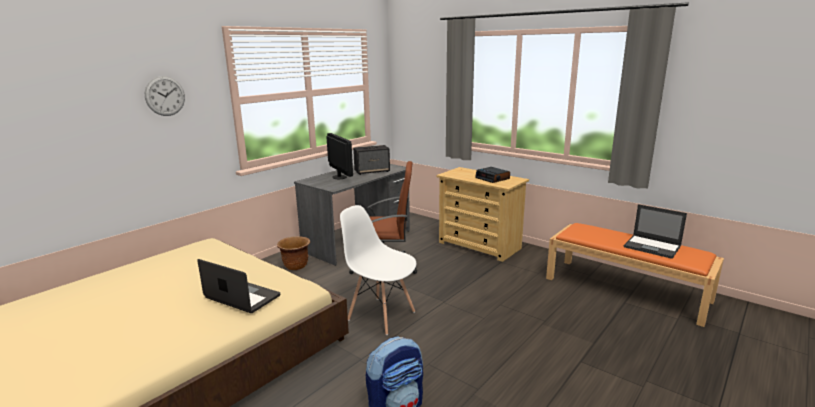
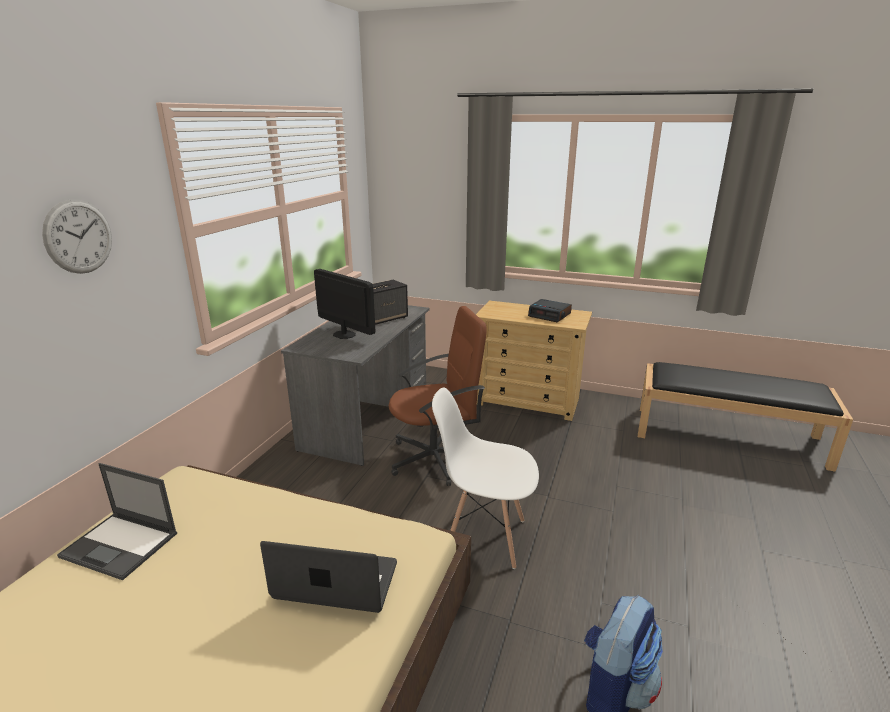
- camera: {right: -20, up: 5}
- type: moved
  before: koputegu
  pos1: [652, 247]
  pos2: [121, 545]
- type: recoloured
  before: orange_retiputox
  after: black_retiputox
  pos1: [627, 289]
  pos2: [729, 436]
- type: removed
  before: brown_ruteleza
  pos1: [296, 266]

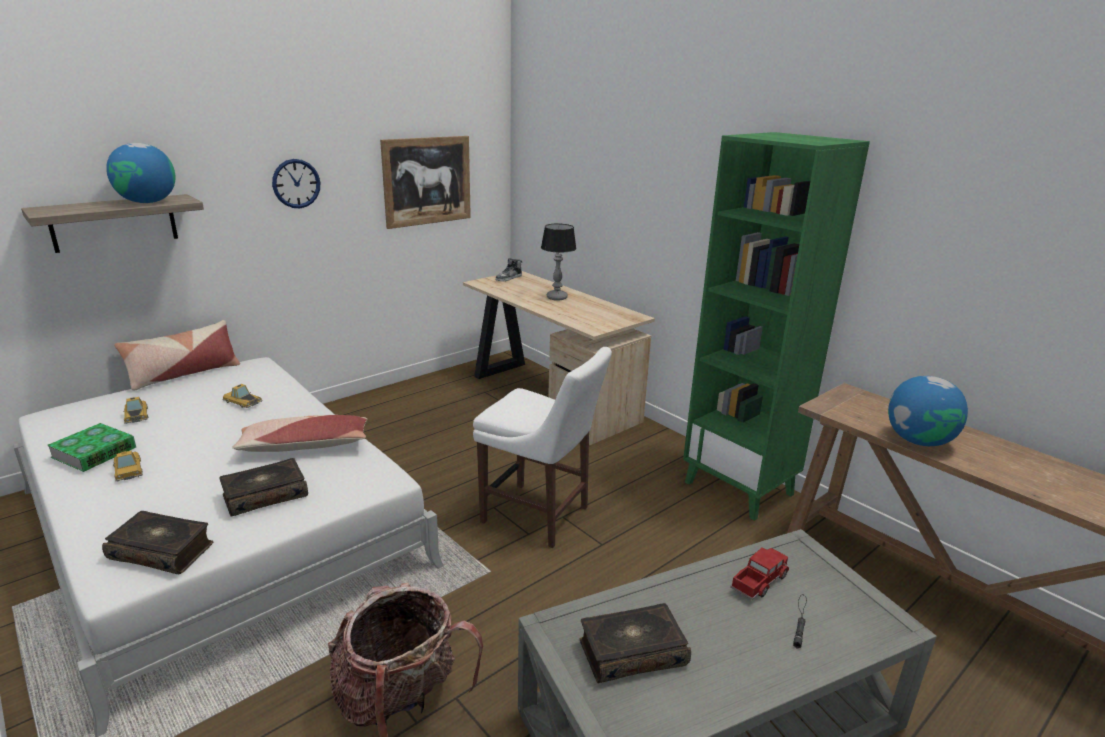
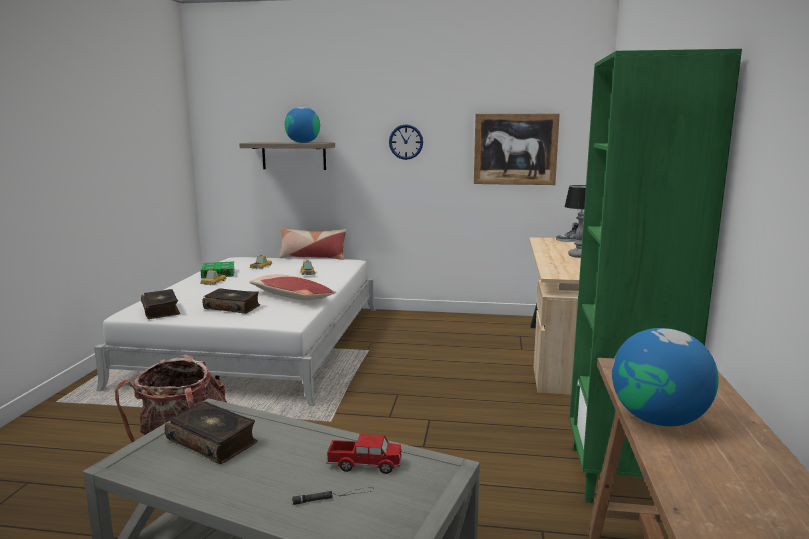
- camera: {right: 50, up: -10}
- type: removed
  before: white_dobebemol
  pos1: [539, 516]

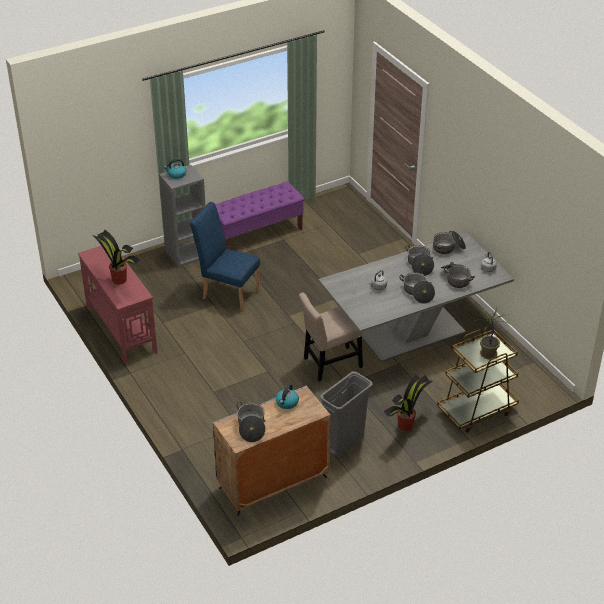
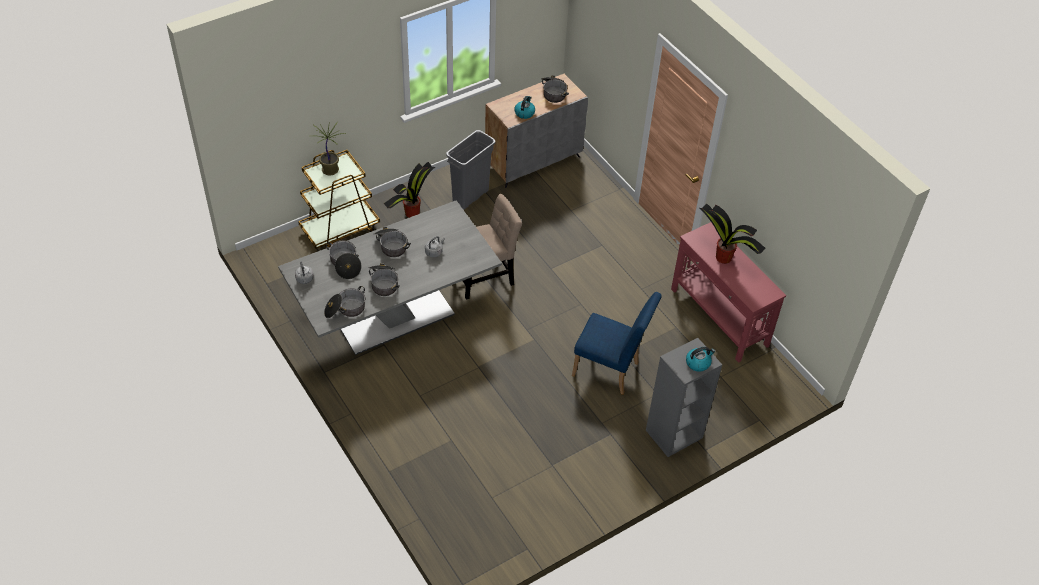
- camera: {right: 175, up: 10}
- type: removed
  before: purple_retiputox
  pos1: [257, 234]

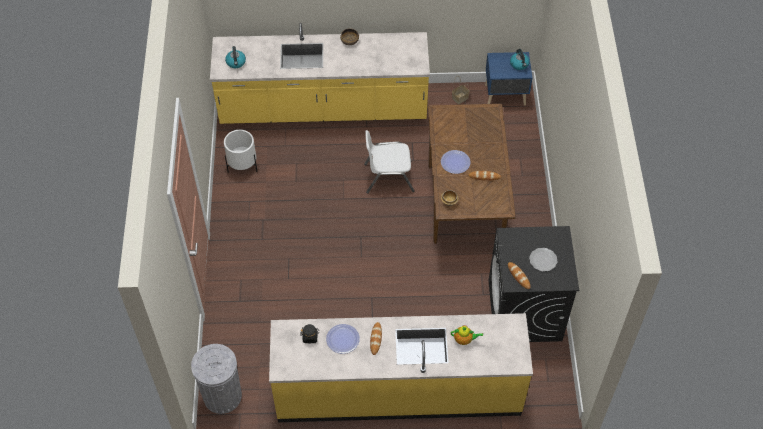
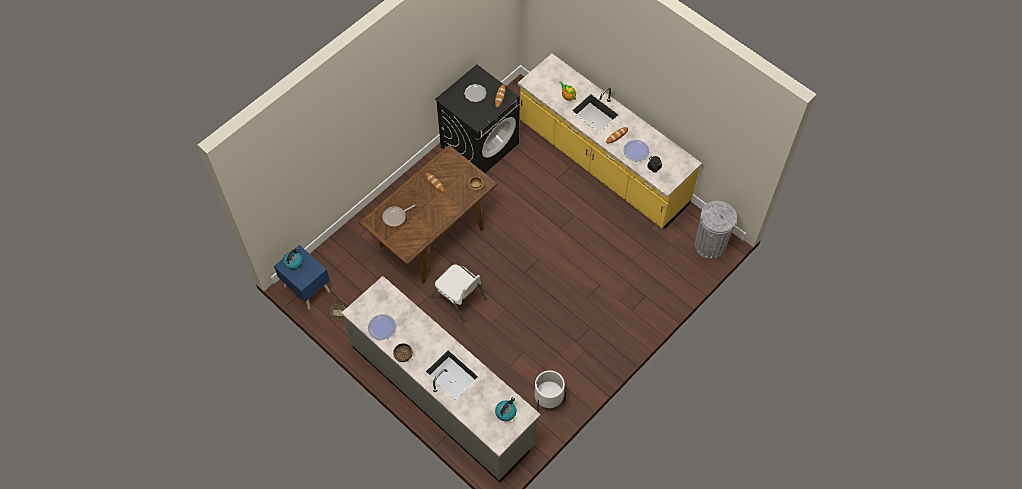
- camera: {right: -135, up: 5}
- type: recoloured
  before: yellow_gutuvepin
  after: grey_gutuvepin
  pos1: [323, 109]
  pos2: [443, 394]
- type: moved
  before: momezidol
  pos1: [455, 162]
  pos2: [382, 327]
- type: added
  after: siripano
  pos2: [395, 217]

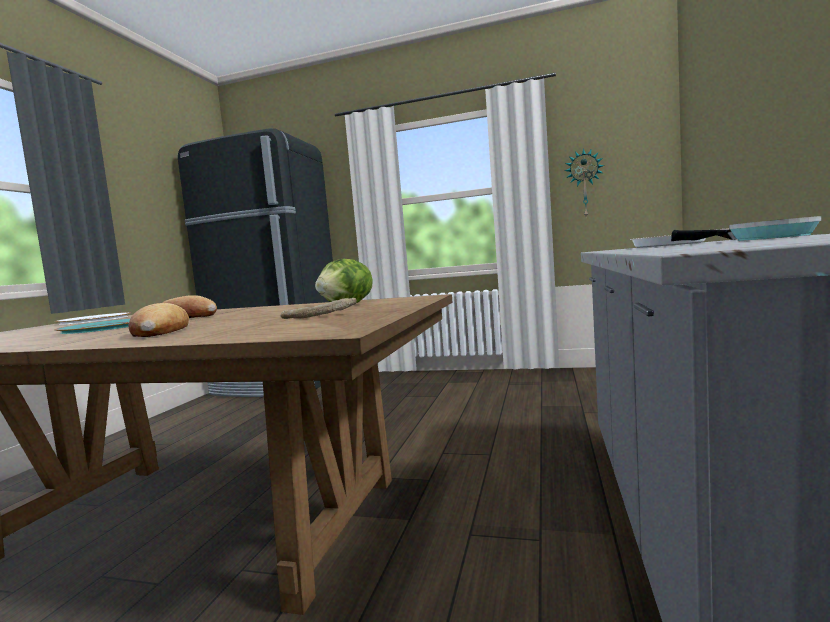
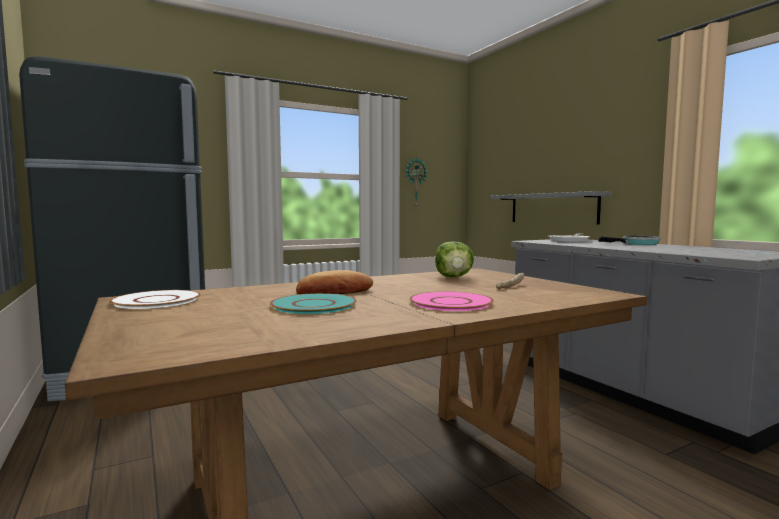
- camera: {right: -45, up: 0}
- type: replaced
  before: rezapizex
  after: pink_momezidol
  pos1: [159, 331]
  pos2: [451, 303]
- type: added
  after: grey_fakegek
  pos2: [552, 208]

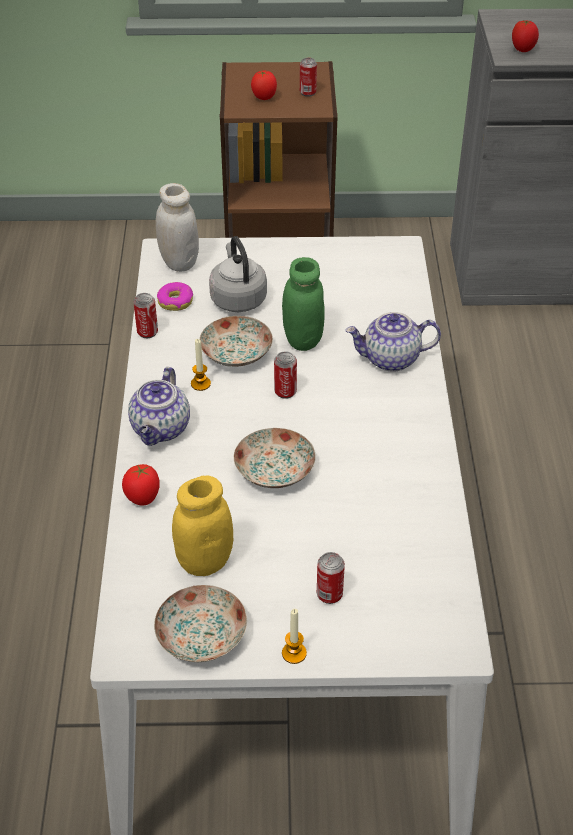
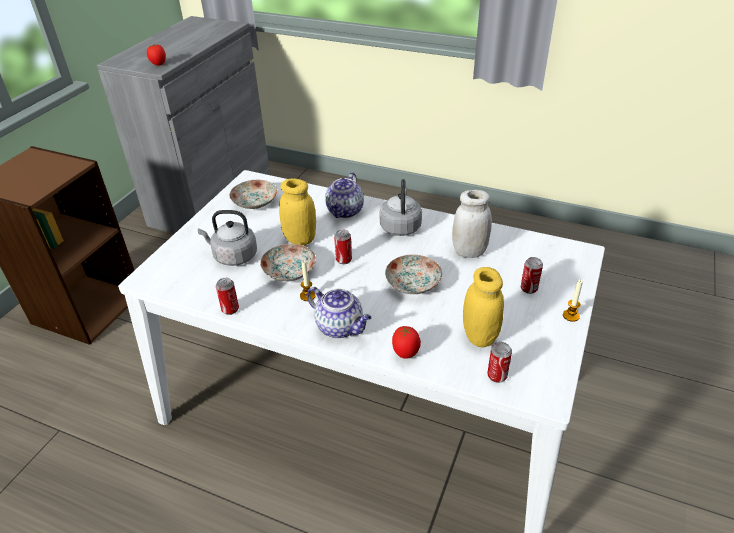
- camera: {right: -65, up: -5}
- type: moved
  before: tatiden
  pos1: [307, 92]
  pos2: [497, 375]
- type: removed
  before: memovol
  pos1: [264, 98]
- type: moved
  before: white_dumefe
  pos1: [179, 262]
  pos2: [469, 252]
- type: recoloured
  before: green_dumefe
  after: yellow_dumefe
  pos1: [303, 340]
  pos2: [300, 239]
- type: removed
  before: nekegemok
  pos1: [175, 301]
- type: moved
  before: momezidol
  pos1: [201, 634]
  pos2: [254, 202]
- type: added
  after: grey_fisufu
  pos2: [400, 226]

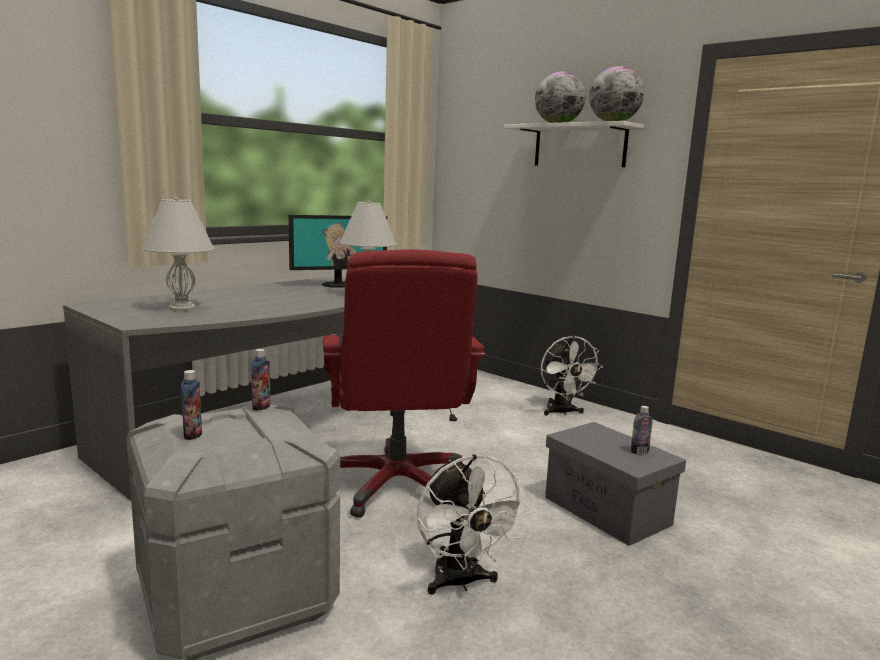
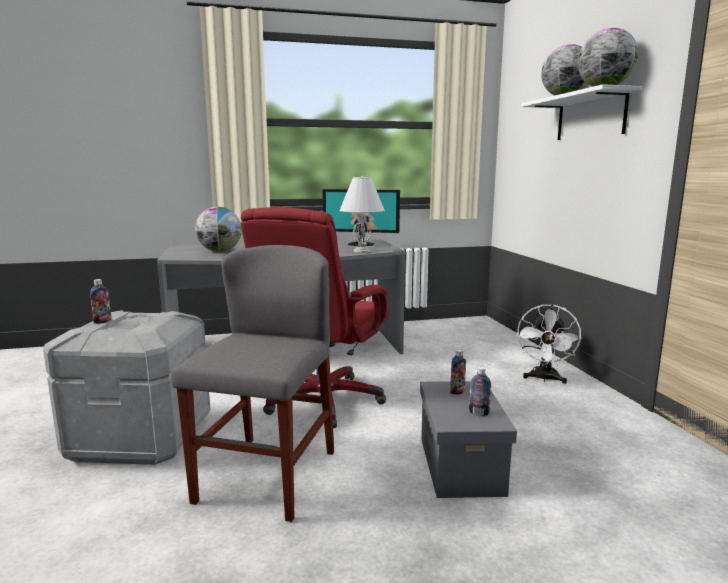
- camera: {right: 35, up: 0}
- type: replaced
  before: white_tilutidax
  after: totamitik
  pos1: [181, 308]
  pos2: [220, 251]
- type: moved
  before: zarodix
  pos1: [261, 407]
  pos2: [457, 392]
- type: replaced
  before: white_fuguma
  after: grey_dobebemol
  pos1: [461, 583]
  pos2: [267, 476]

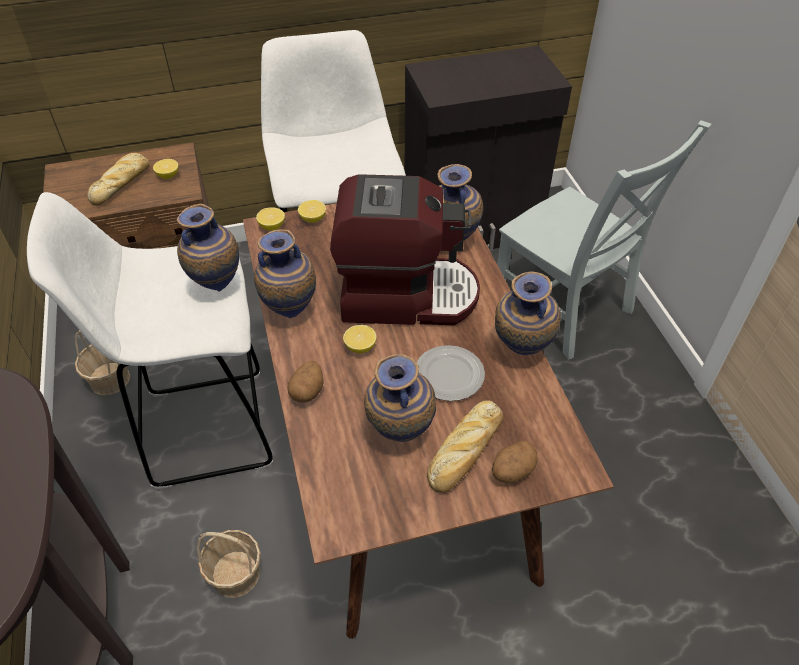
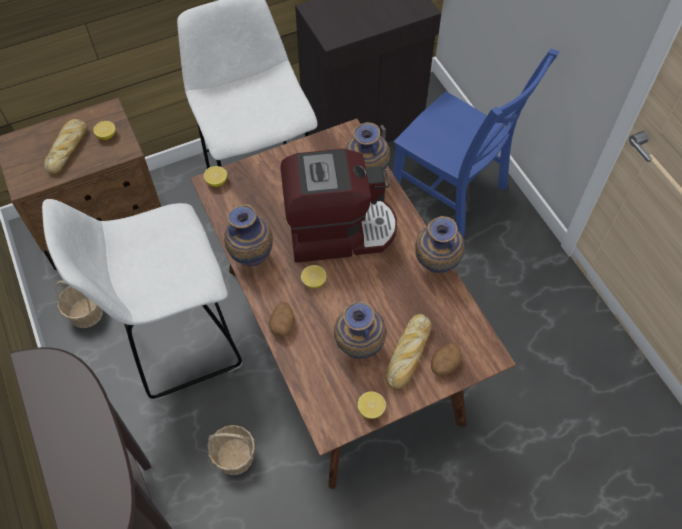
- camera: {right: -10, up: 10}
- type: recoloured
  before: grey_dobebemol
  after: blue_dobebemol
  pos1: [566, 309]
  pos2: [452, 193]
- type: moved
  before: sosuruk
  pos1: [313, 219]
  pos2: [371, 409]
- type: removed
  before: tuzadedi
  pos1: [217, 285]
- type: removed
  before: momezidol
  pos1: [448, 375]

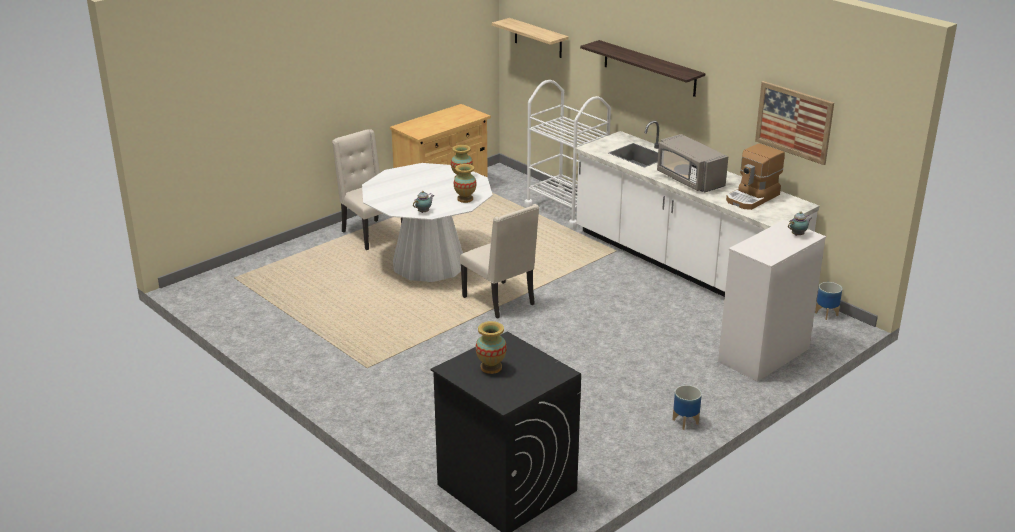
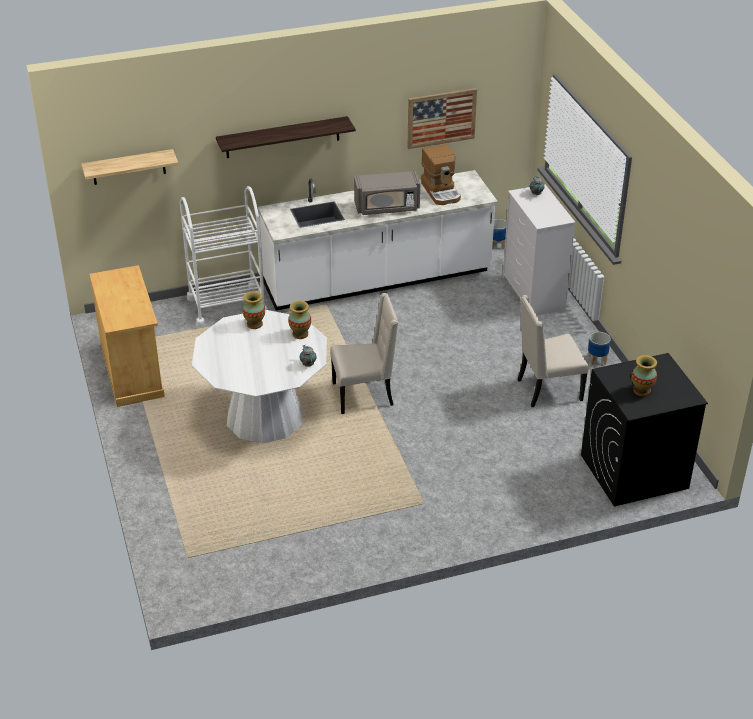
- camera: {right: -65, up: 10}
- type: moved
  before: beige_dobebemol
  pos1: [371, 234]
  pos2: [547, 390]

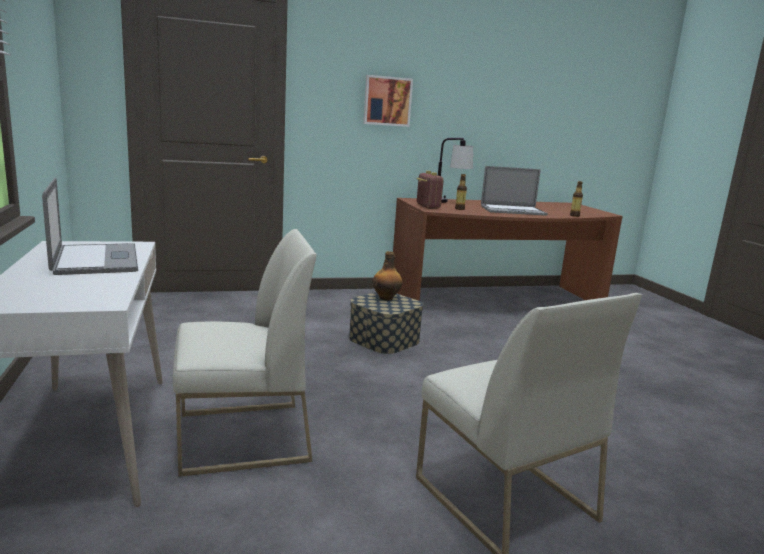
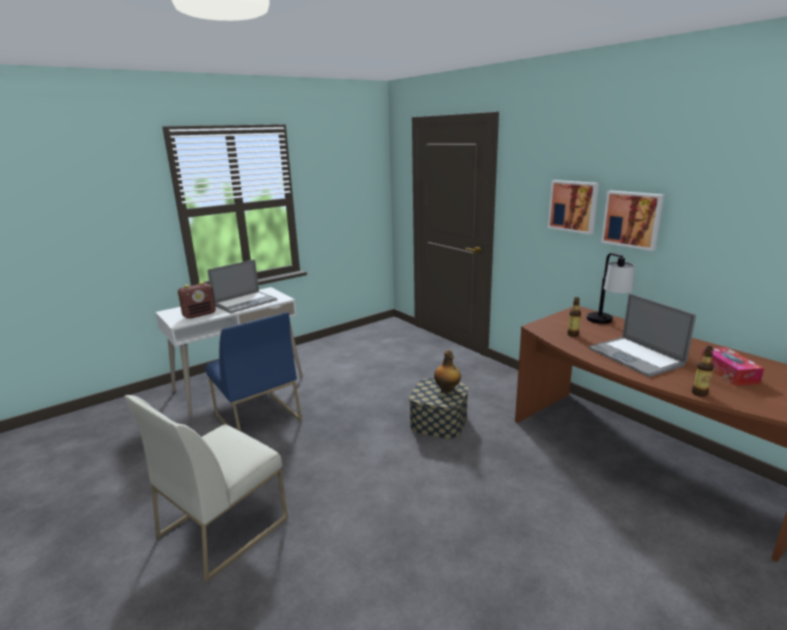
- camera: {right: 70, up: 5}
- type: moved
  before: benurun
  pos1: [427, 206]
  pos2: [199, 314]
- type: recoloured
  before: white_dobebemol
  after: blue_dobebemol
  pos1: [242, 438]
  pos2: [257, 417]
- type: added
  after: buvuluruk
  pos2: [632, 219]
- type: added
  after: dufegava
  pos2: [728, 373]

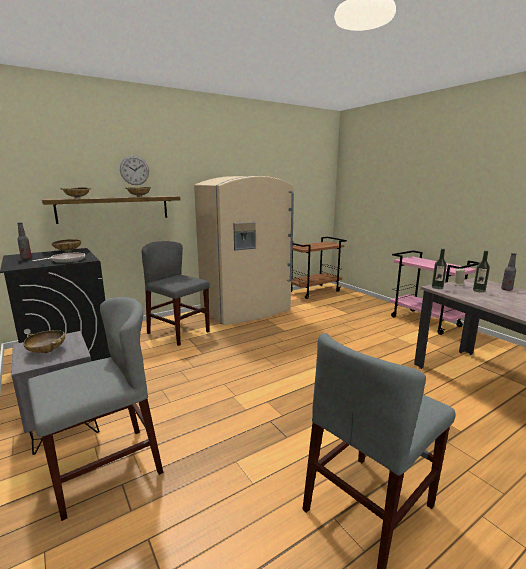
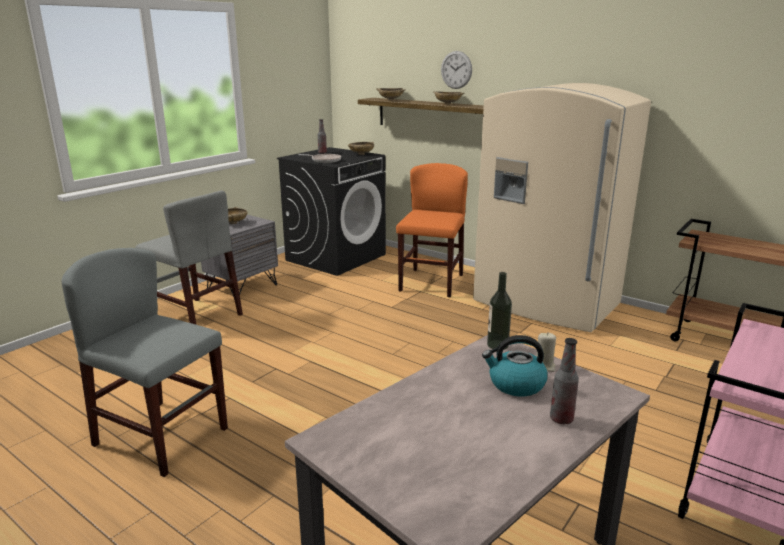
- camera: {right: 70, up: 5}
- type: recoloured
  before: grey_dobebemol
  after: orange_dobebemol
  pos1: [178, 332]
  pos2: [431, 283]
- type: replaced
  before: zarodix
  after: fisufu
  pos1: [479, 290]
  pos2: [515, 384]

